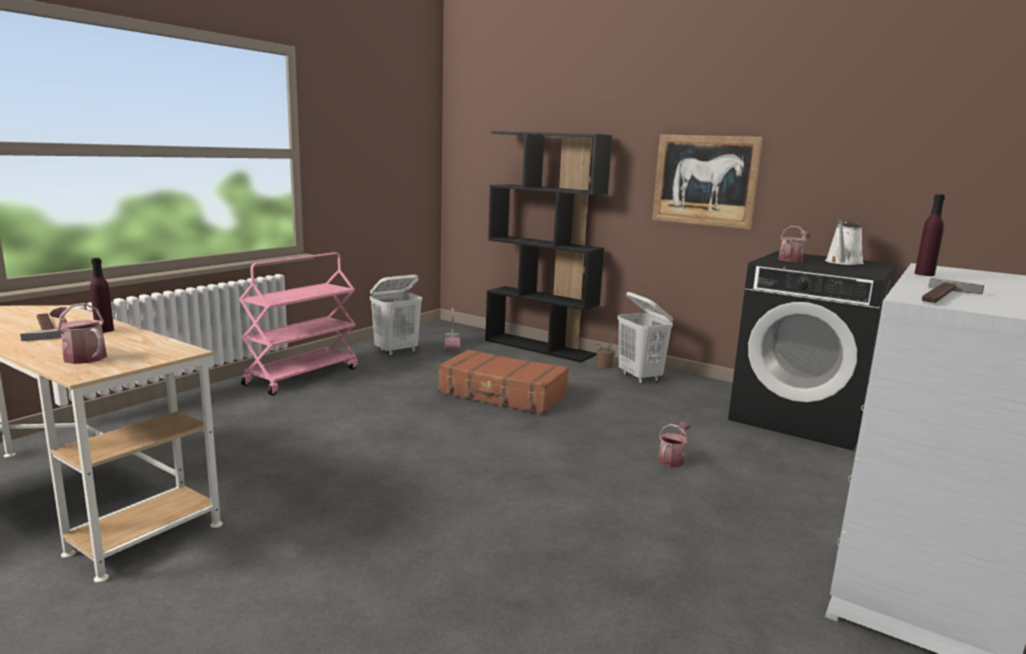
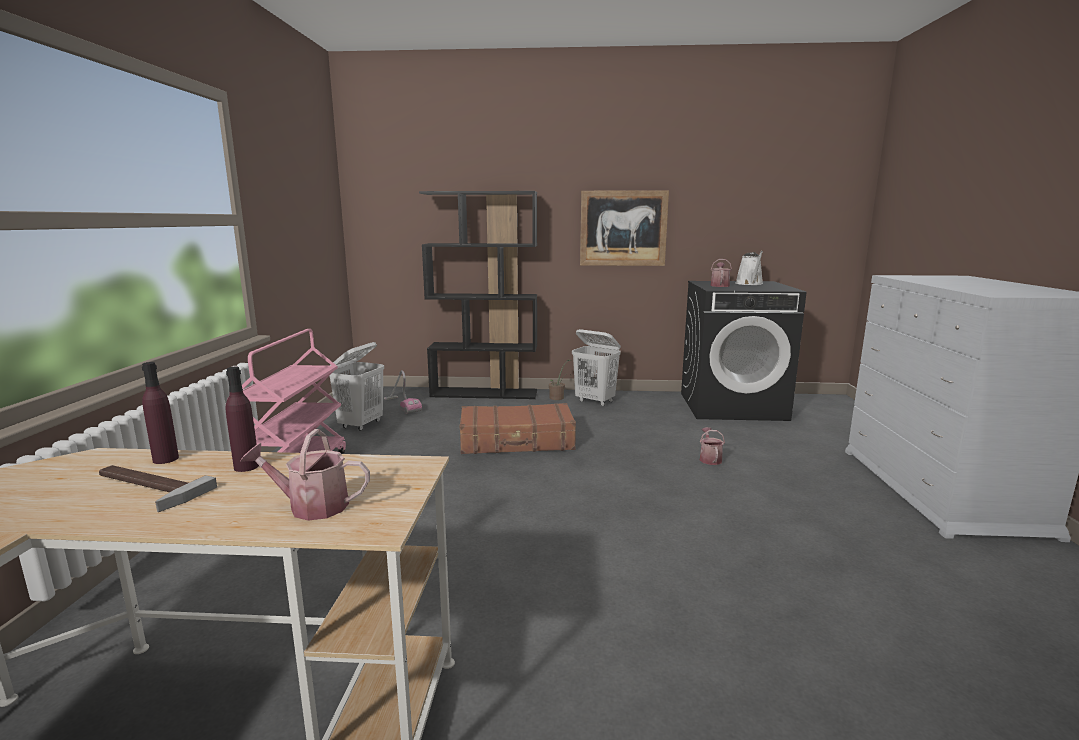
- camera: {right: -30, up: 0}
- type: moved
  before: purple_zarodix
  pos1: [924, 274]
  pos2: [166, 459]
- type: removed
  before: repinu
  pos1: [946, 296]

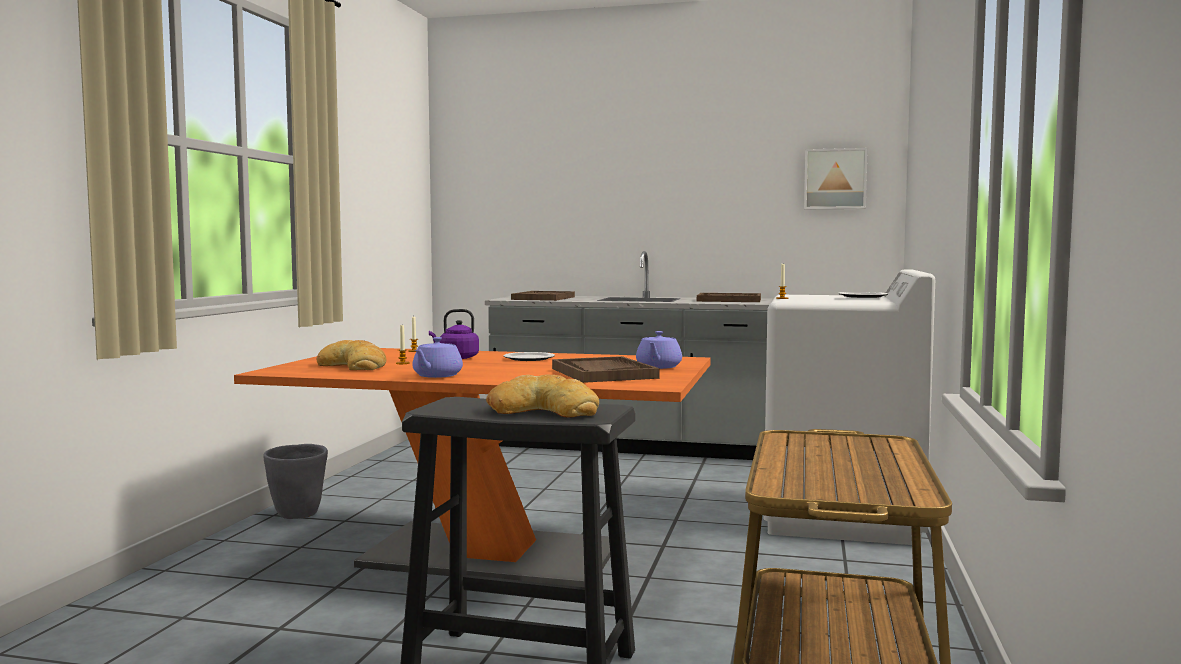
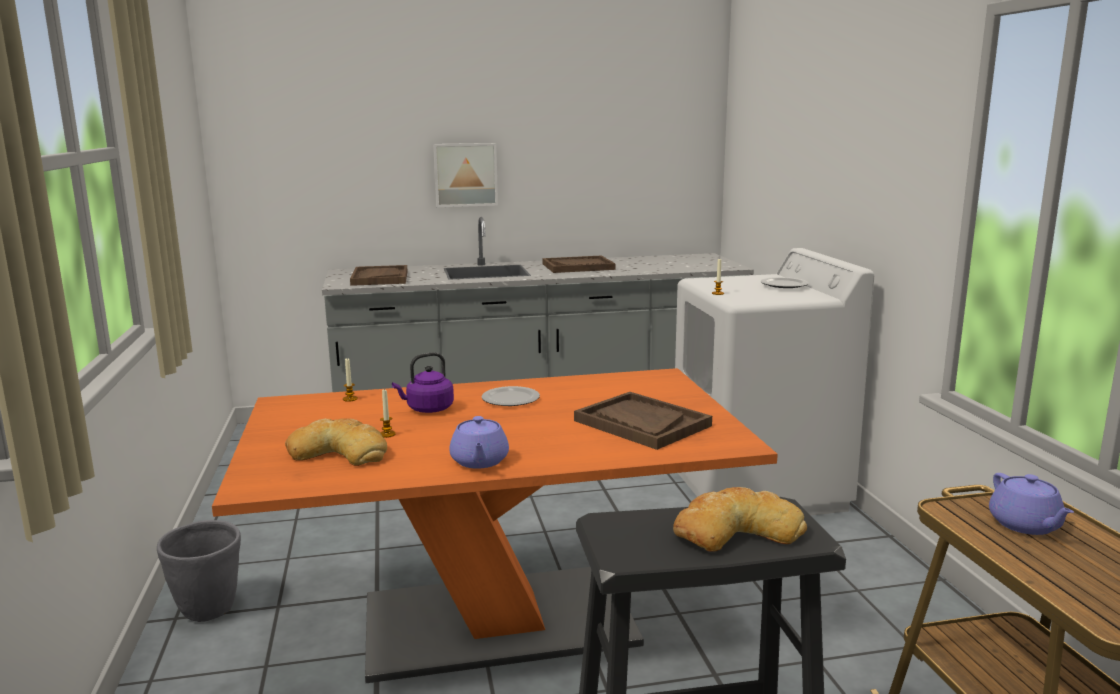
- camera: {right: -25, up: 10}
- type: moved
  before: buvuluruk
  pos1: [835, 179]
  pos2: [465, 174]
- type: moved
  before: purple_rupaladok
  pos1: [658, 367]
  pos2: [1025, 525]

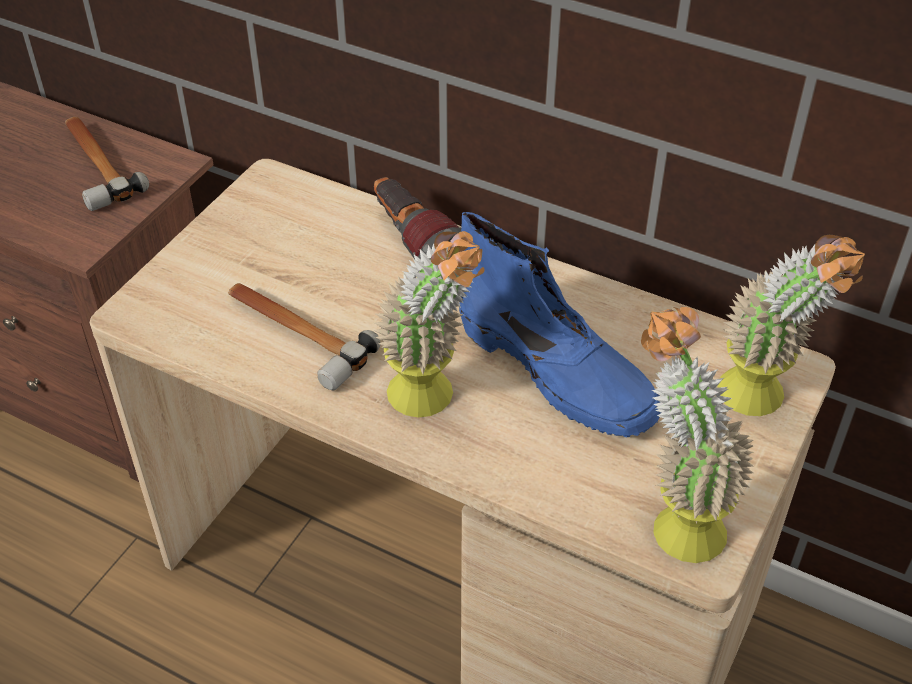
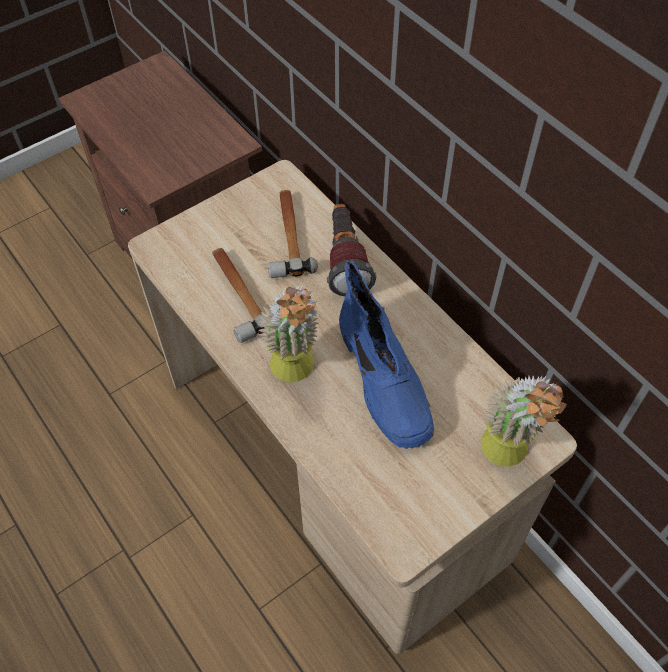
- camera: {right: 25, up: 10}
- type: moved
  before: repinu
  pos1: [95, 165]
  pos2: [288, 236]
- type: removed
  before: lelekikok
  pos1: [672, 521]

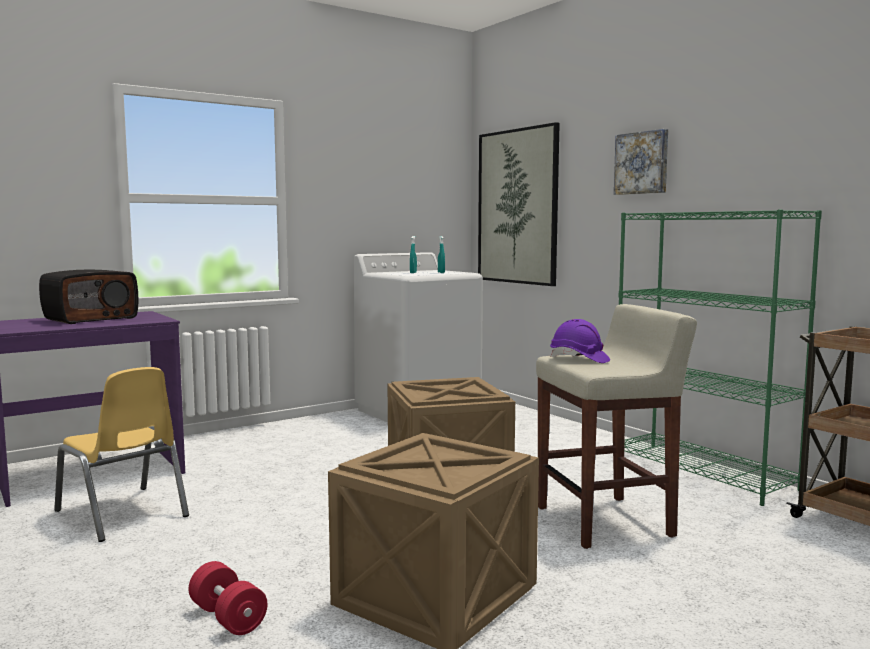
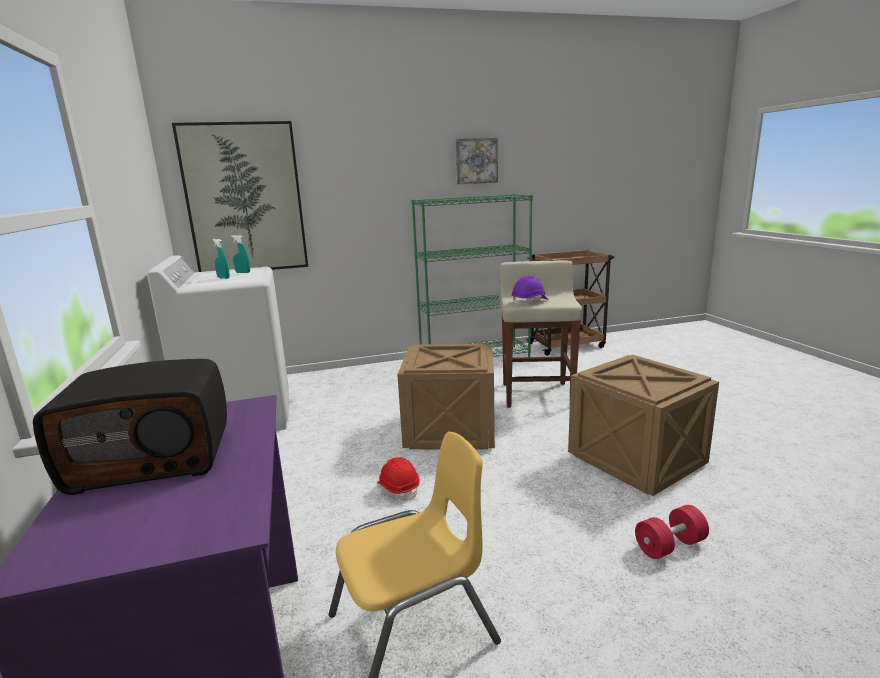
- camera: {right: -70, up: 10}
- type: moved
  before: buvuluruk
  pos1: [642, 163]
  pos2: [476, 161]
- type: turned
  before: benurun
  pos1: [91, 318]
  pos2: [154, 458]
  turn: 105
- type: added
  after: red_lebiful
  pos2: [398, 488]

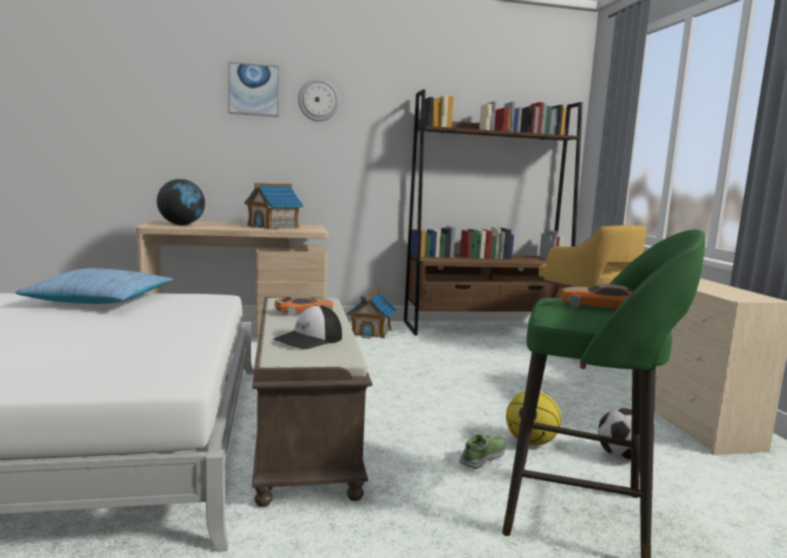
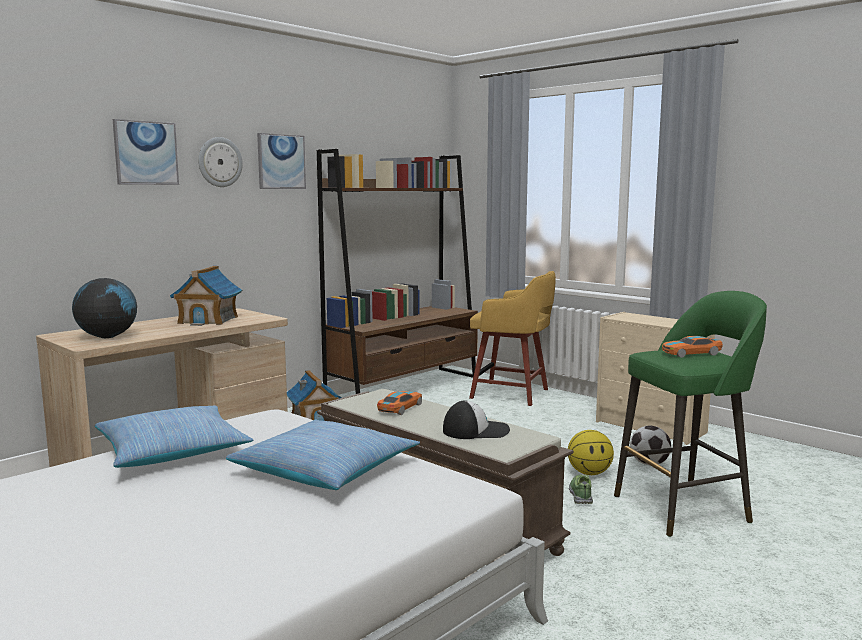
- camera: {right: -35, up: 0}
- type: turned
  before: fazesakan
  pos1: [309, 339]
  pos2: [476, 431]
  turn: -105
- type: added
  after: buvuluruk
  pos2: [281, 161]
- type: added
  after: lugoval
  pos2: [326, 469]

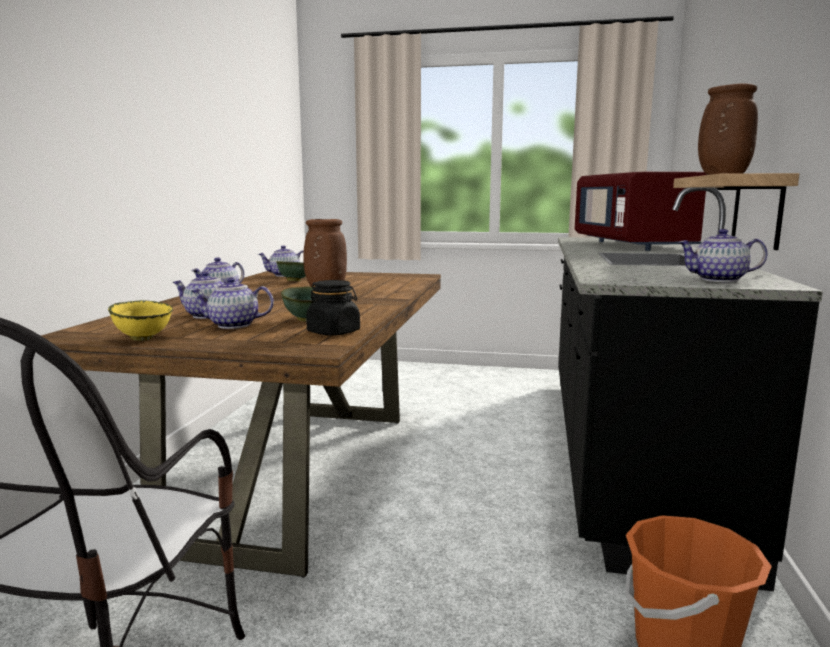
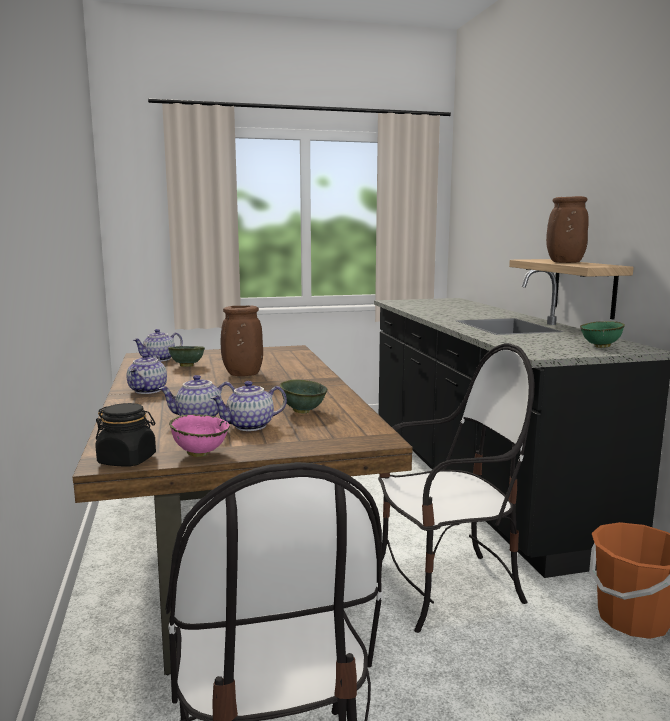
- camera: {right: -25, up: 0}
- type: removed
  before: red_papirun
  pos1: [633, 245]
- type: replaced
  before: rupaladok
  after: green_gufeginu
  pos1: [718, 280]
  pos2: [601, 347]
- type: moved
  before: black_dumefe
  pos1: [334, 332]
  pos2: [127, 460]
- type: recoloured
  before: yellow_gufeginu
  after: pink_gufeginu
  pos1: [144, 338]
  pos2: [200, 453]
- type: added
  after: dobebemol
  pos2: [446, 589]

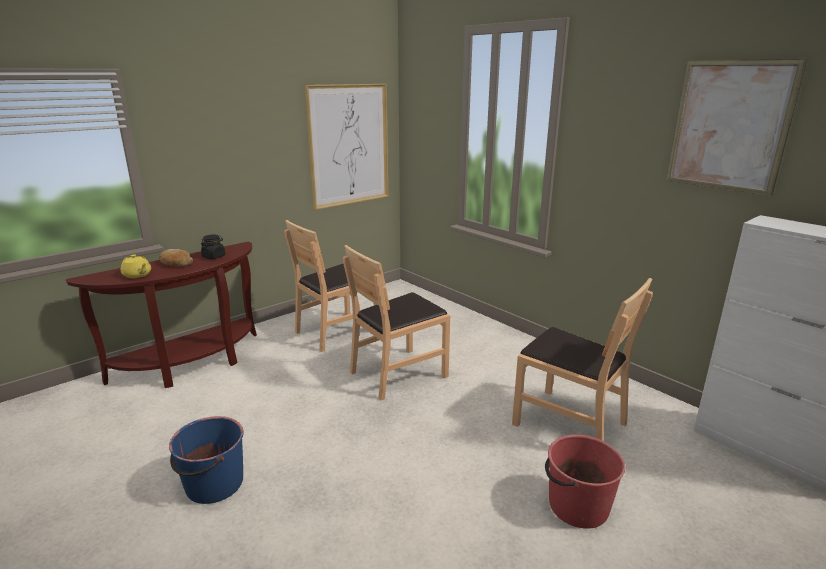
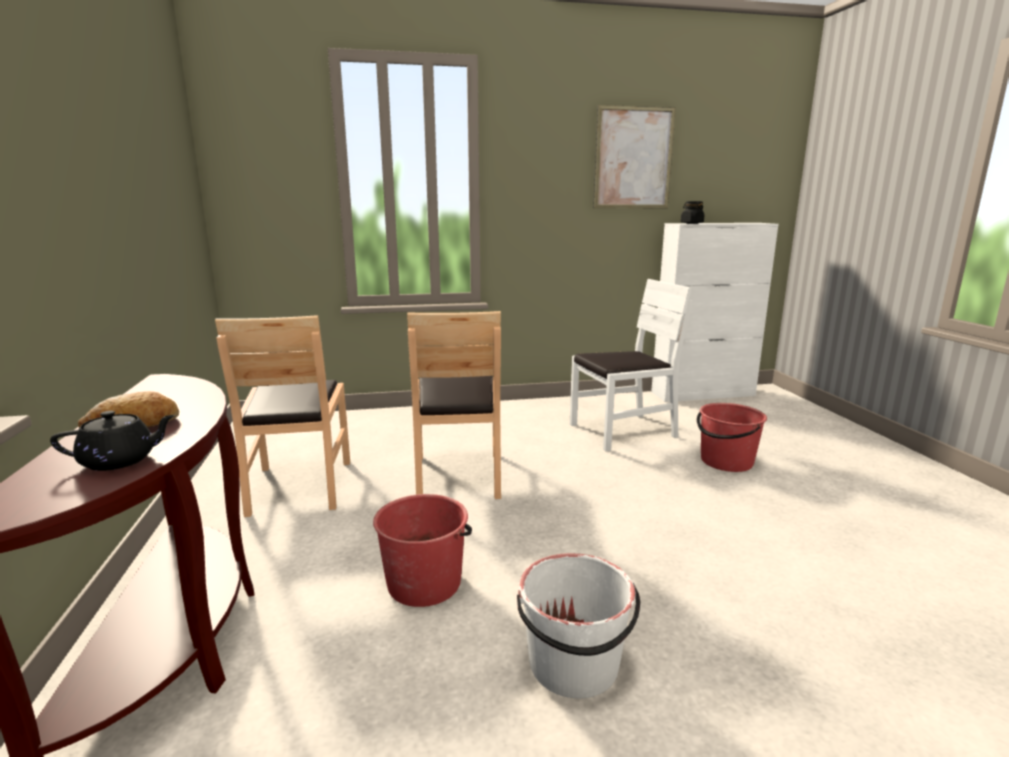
- camera: {right: -60, up: -5}
- type: removed
  before: buvuluruk
  pos1: [349, 145]
- type: moved
  before: black_dumefe
  pos1: [214, 256]
  pos2: [691, 223]
- type: recoloured
  before: yellow_rupaladok
  after: black_rupaladok
  pos1: [137, 275]
  pos2: [120, 460]
- type: recoloured
  before: brown_dobebemol
  after: white_dobebemol
  pos1: [569, 423]
  pos2: [623, 431]
- type: recoloured
  before: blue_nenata
  after: white_nenata
  pos1: [213, 484]
  pos2: [574, 665]
- type: added
  after: red_nenata
  pos2: [425, 583]

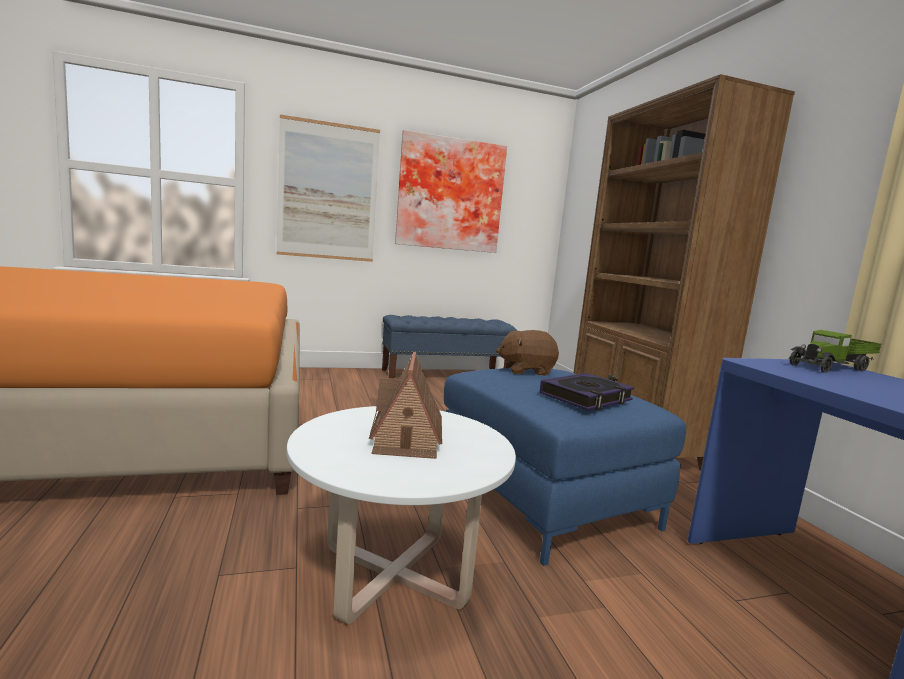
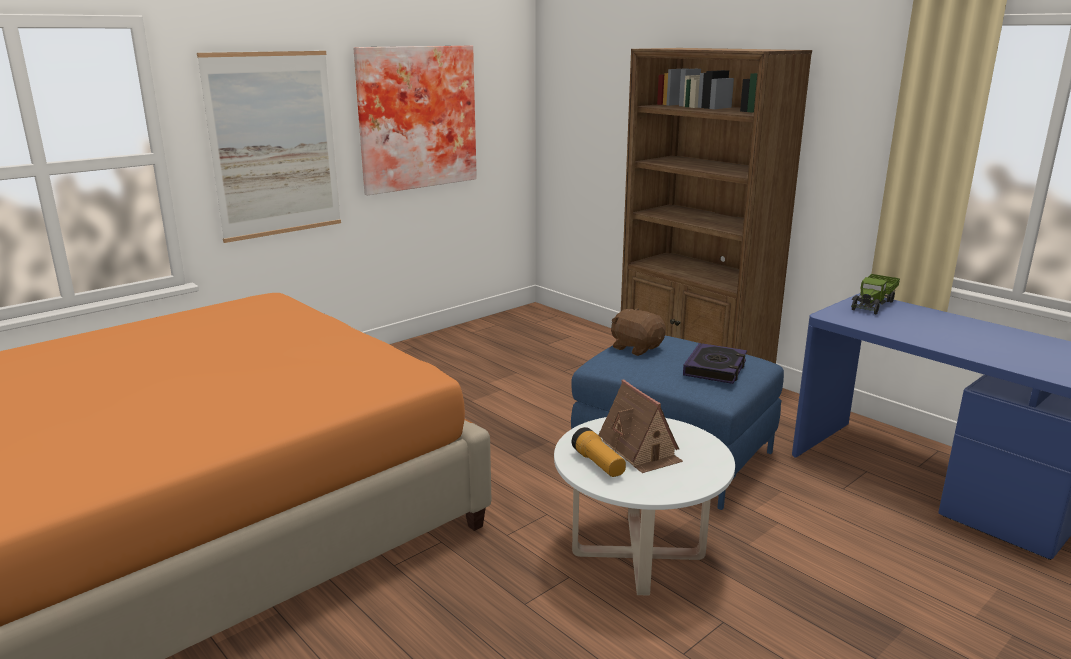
- camera: {right: -25, up: 10}
- type: removed
  before: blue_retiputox
  pos1: [445, 376]
- type: turned
  before: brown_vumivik
  pos1: [526, 370]
  pos2: [636, 348]
  turn: 75
- type: added
  after: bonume
  pos2: [598, 464]

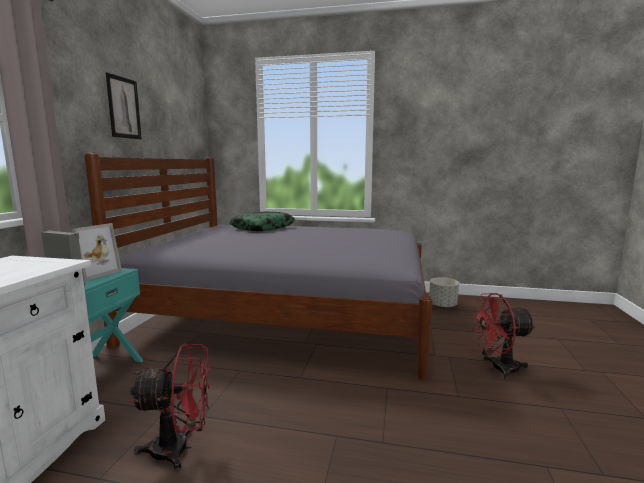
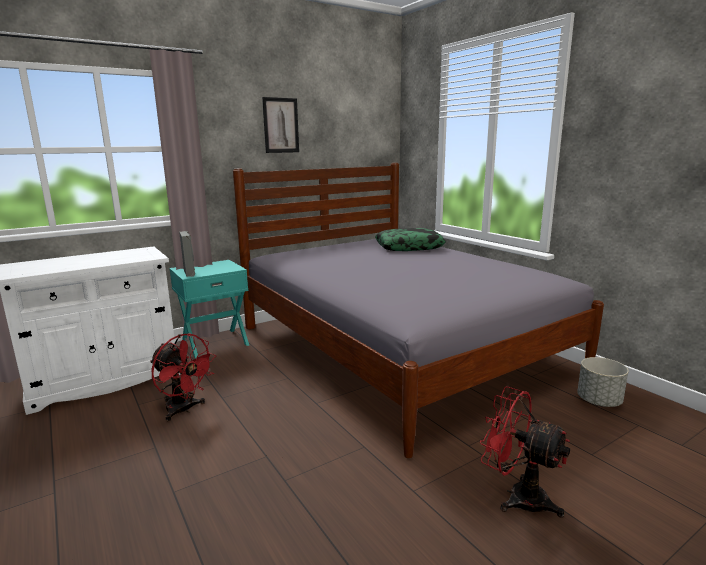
- camera: {right: 45, up: 5}
- type: removed
  before: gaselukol
  pos1: [91, 273]

